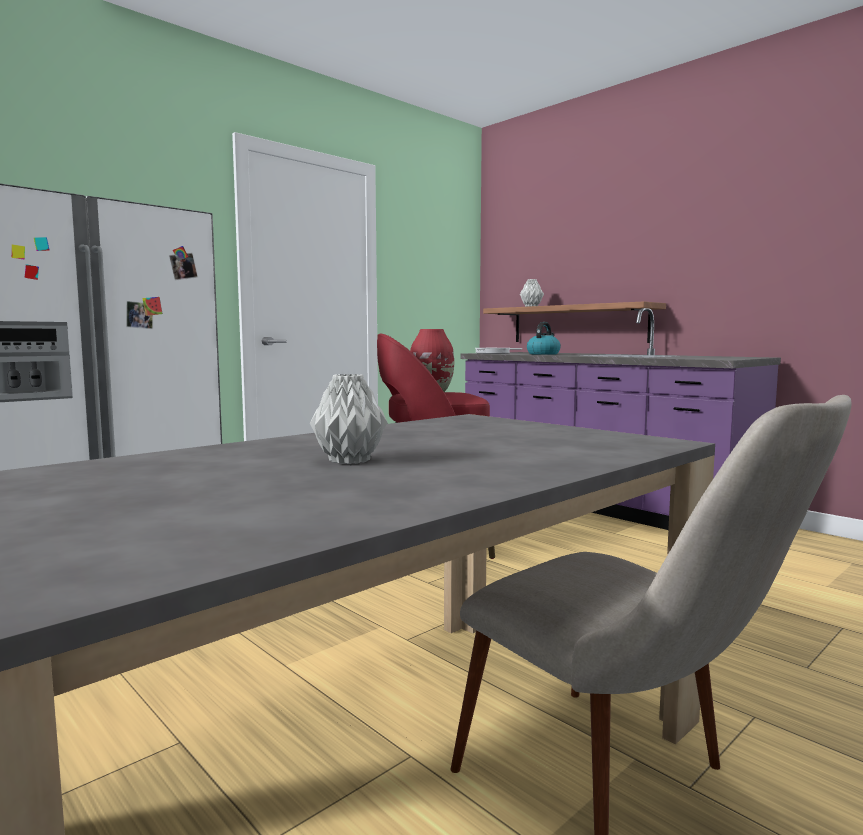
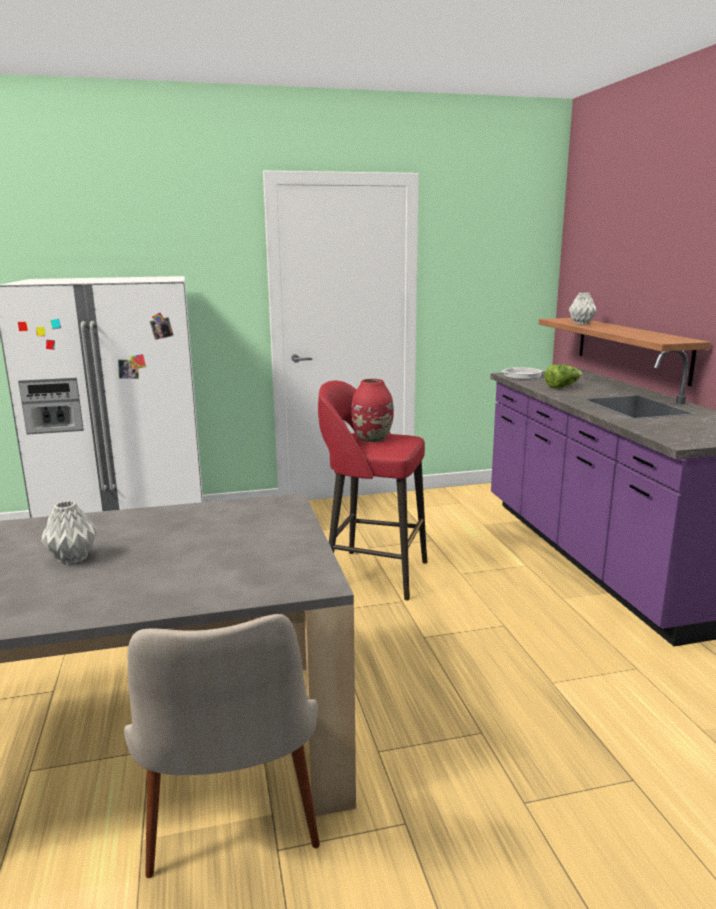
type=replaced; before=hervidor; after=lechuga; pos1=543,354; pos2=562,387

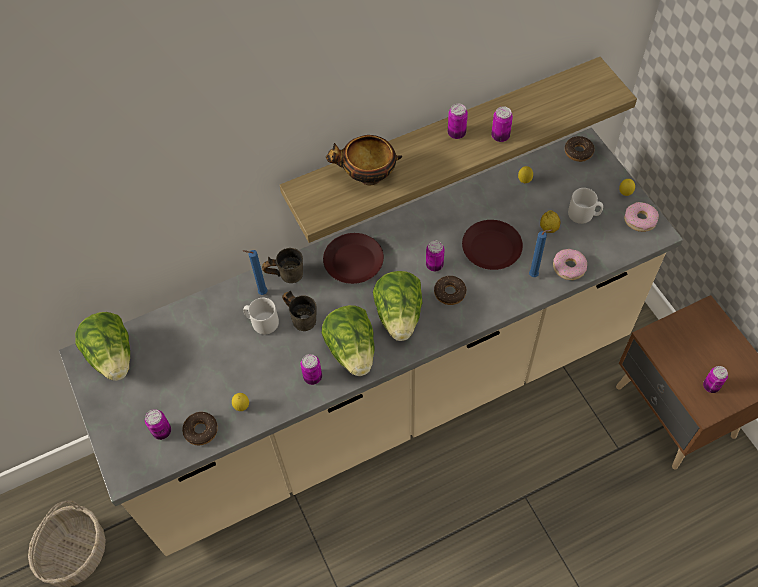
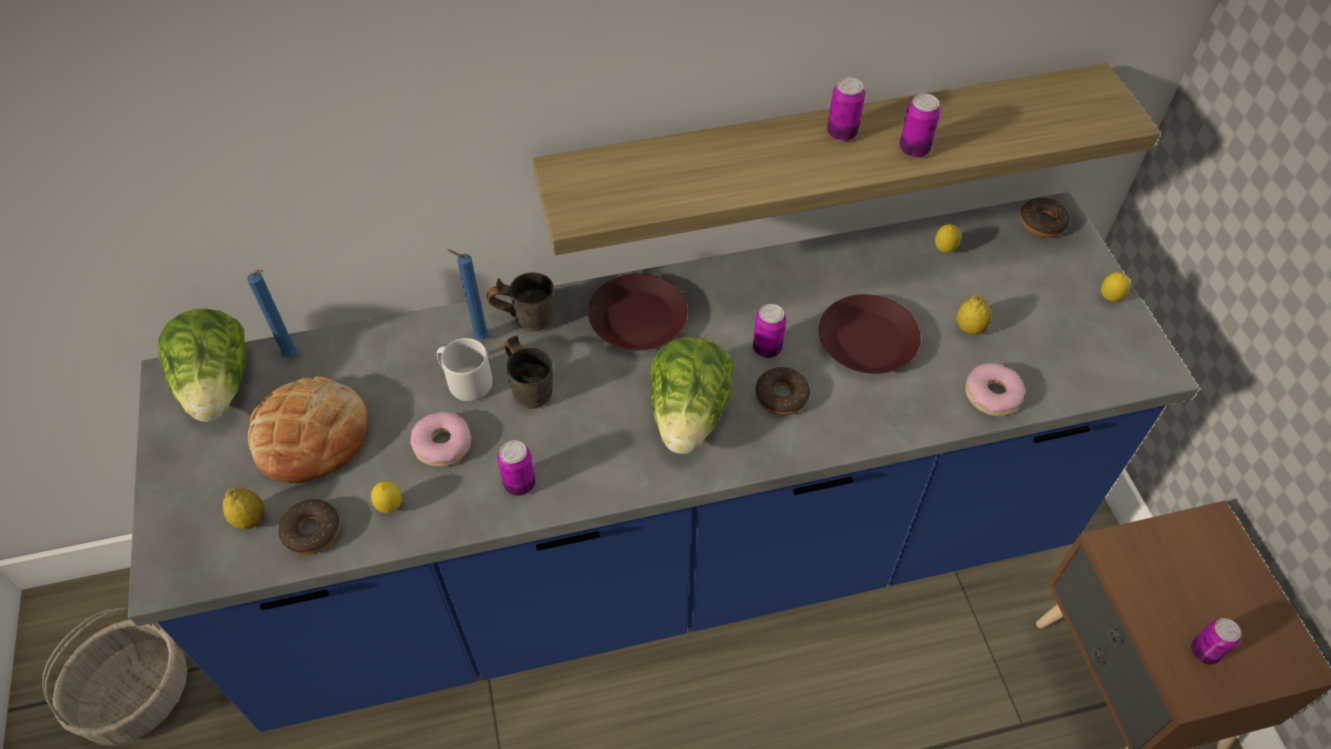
type=recoloured; before=mueble bajo de cocina [beis]; after=mueble bajo de cocina [azul]; pos1=384,398; pos2=665,562
type=replaced; before=lata; after=limón; pos1=162,431; pos2=250,519
type=removed; before=lechuga; pos1=352,351
type=removed; before=cuenco; pos1=367,177
type=moved; before=vela [azul]; pos1=535,275; pos2=293,356
type=removed; before=taza grande [gris]; pos1=583,214
type=moved; before=rosquilla; pos1=640,220; pos2=442,444
type=added; after=pan; pos2=311,435

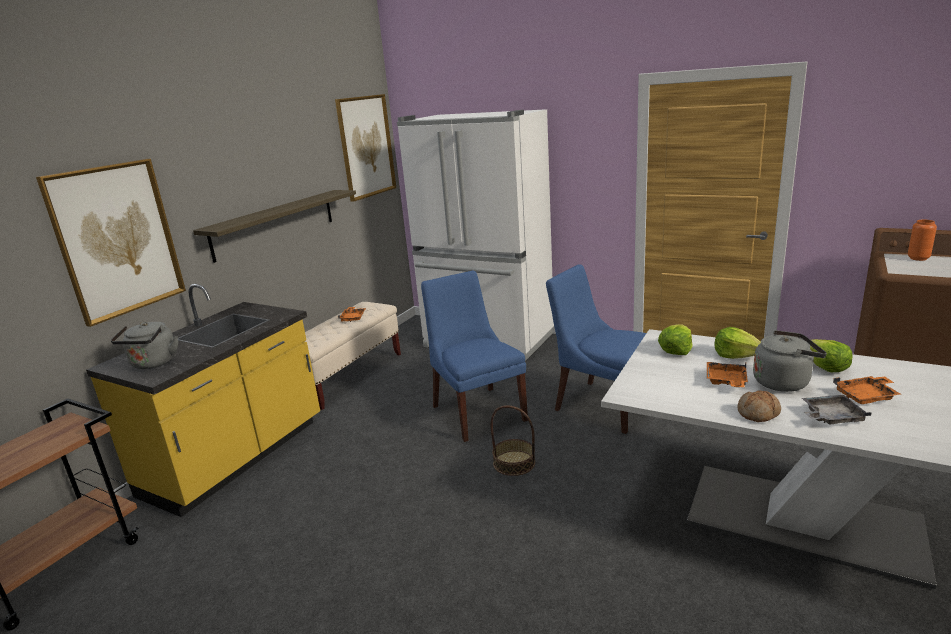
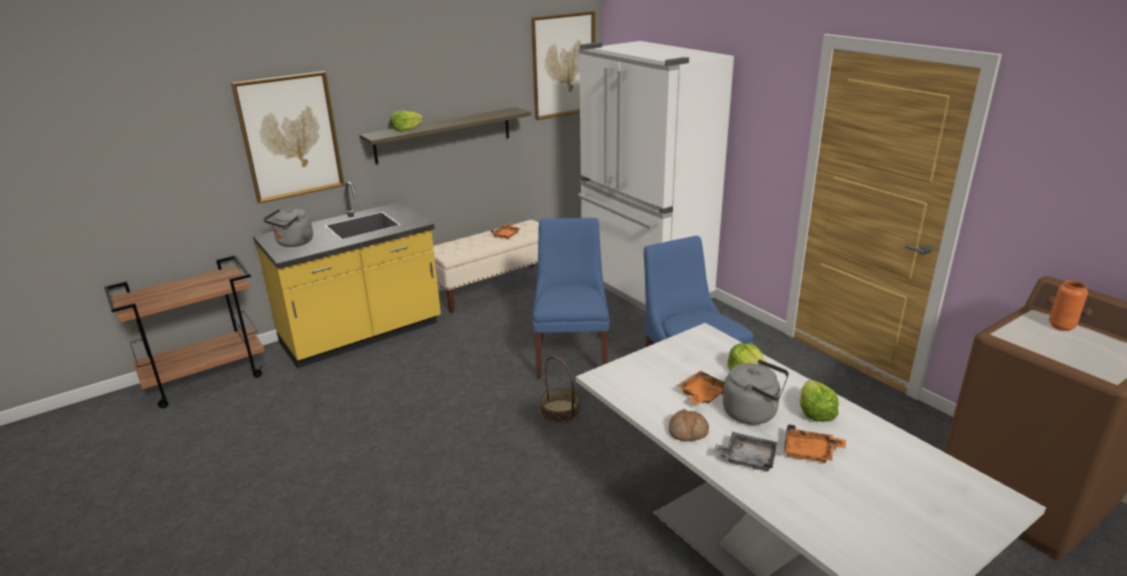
type=moved; before=lechuga; pos1=676,350; pos2=406,130

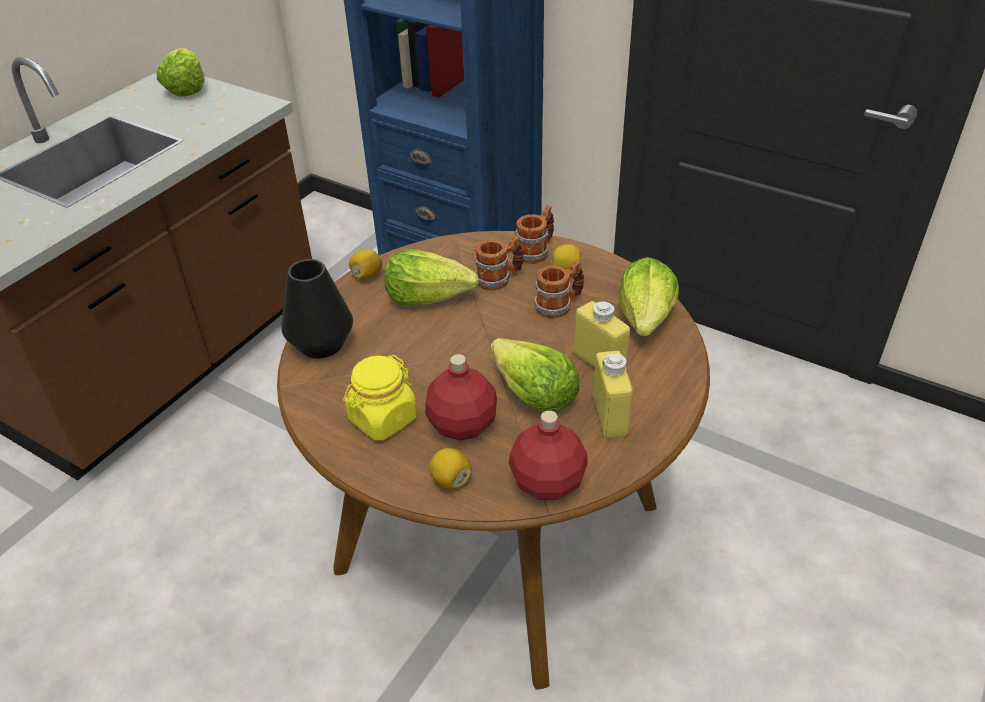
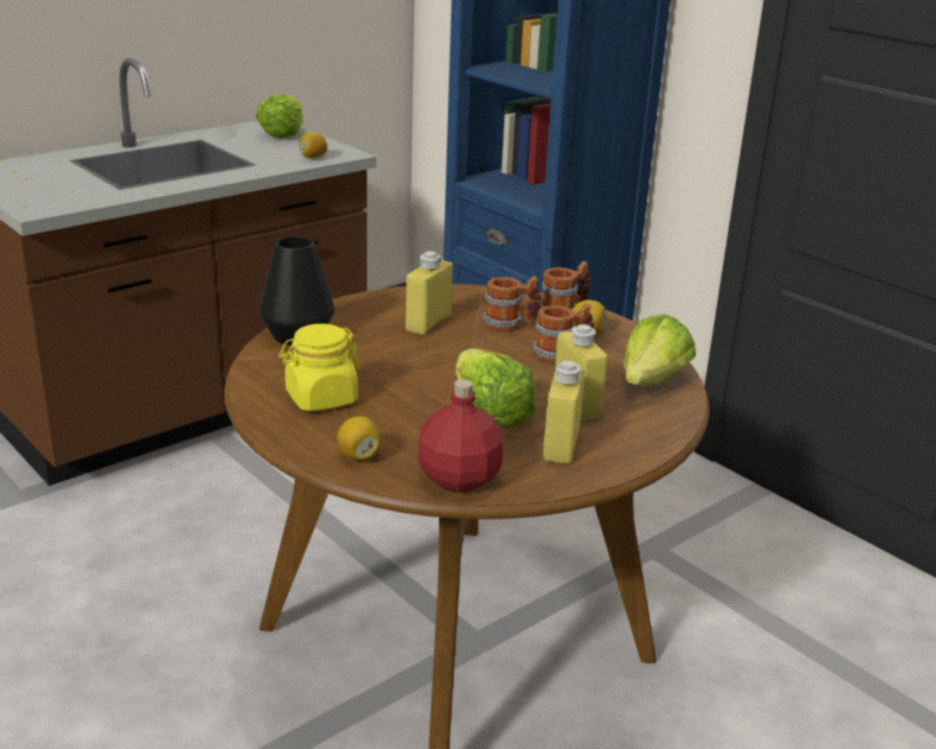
type=moved; before=limón; pos1=367,276; pos2=313,157
type=replaced; before=lechuga; after=botella [amarillo]; pos1=428,296; pos2=428,323
type=removed; before=botella [rojo]; pos1=462,424

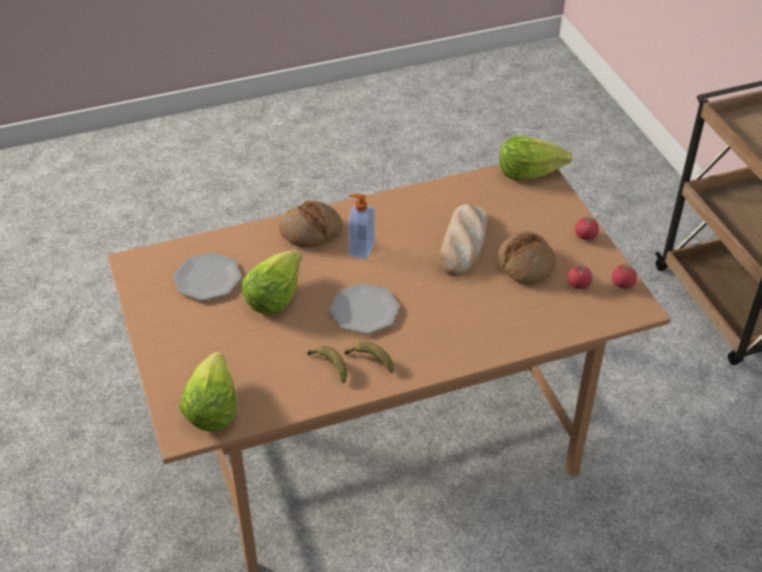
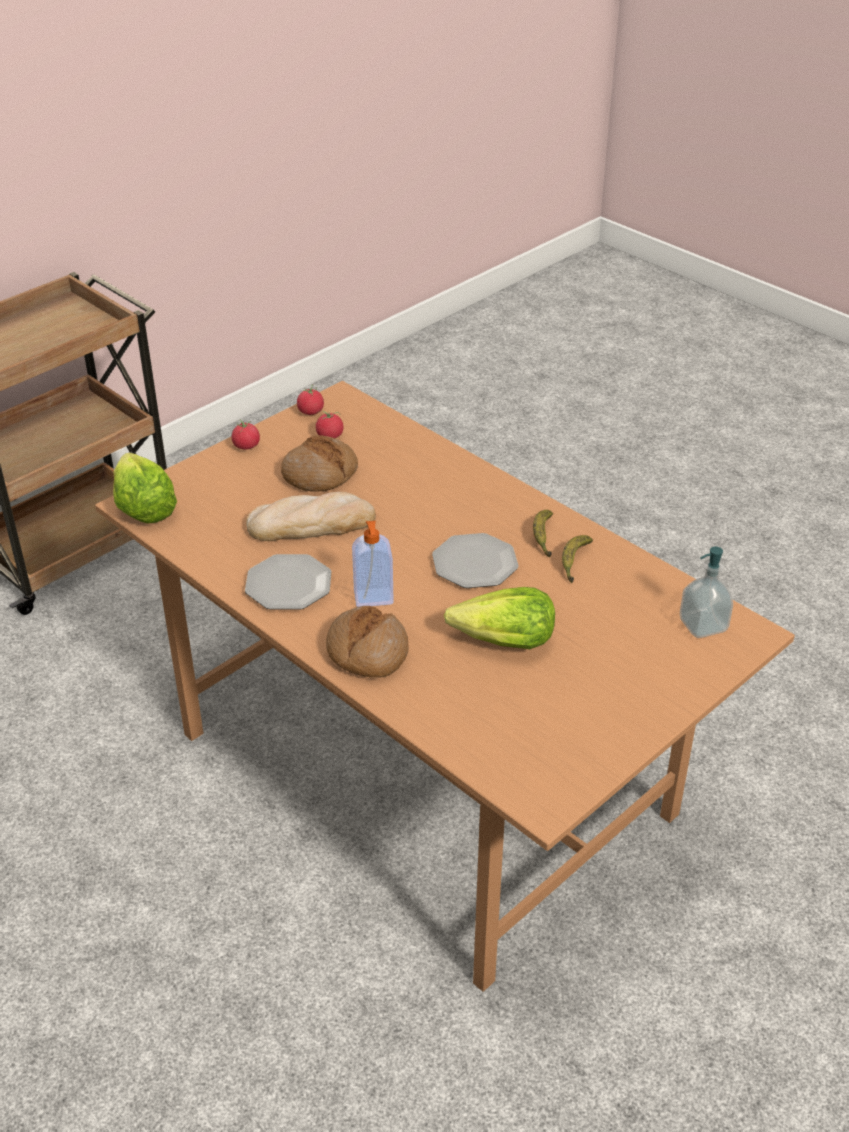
type=moved; before=plato; pos1=208,278; pos2=288,584
type=replaced; before=lechuga; after=dispensador de jabón; pos1=212,408; pos2=703,625

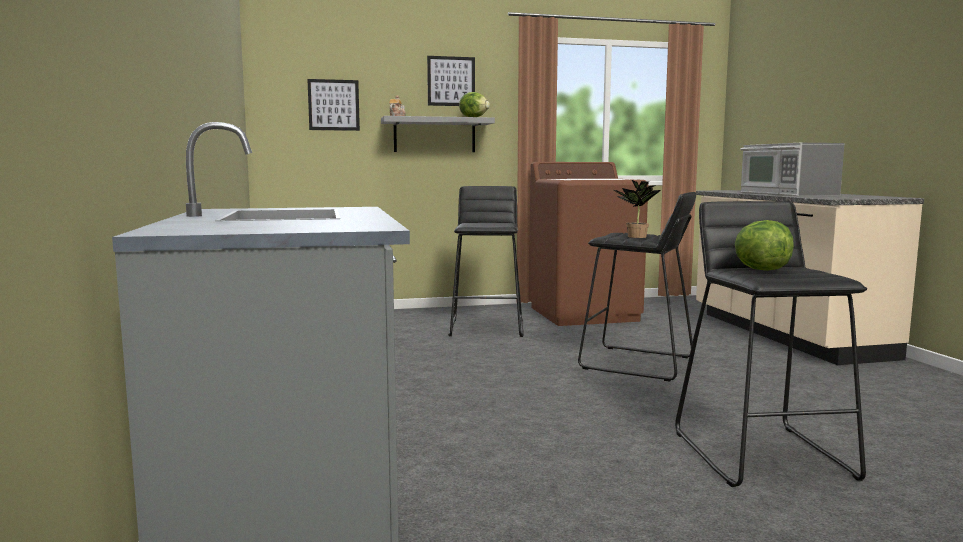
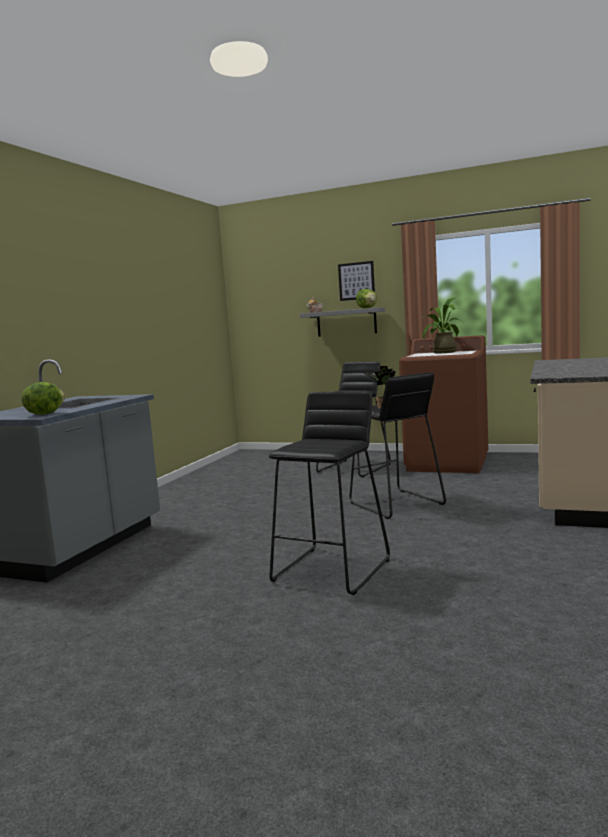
type=removed; before=cuadro; pos1=333,105
type=moved; before=lechuga; pos1=760,269; pos2=44,414
type=removed; before=microondas; pos1=786,193
type=added; after=planta en maceta; pos2=441,352

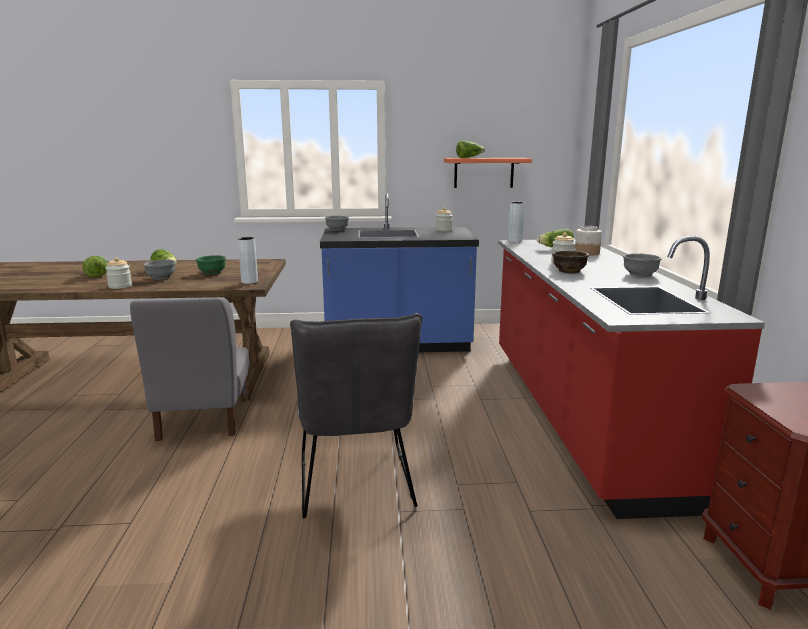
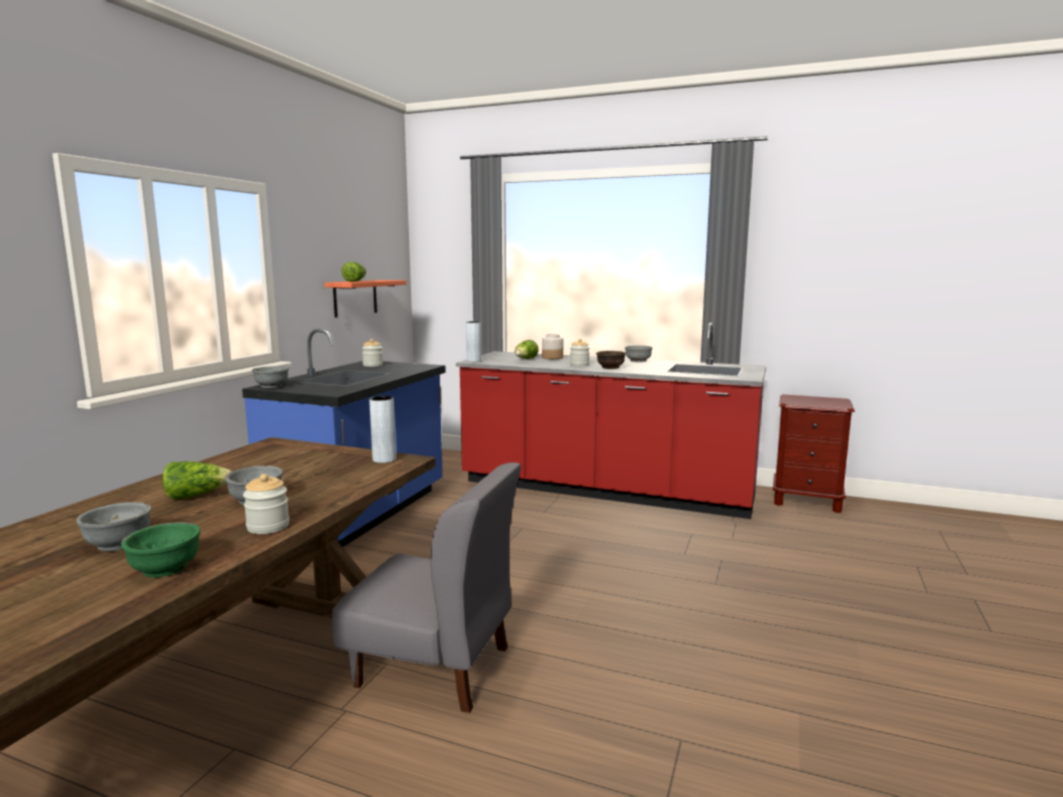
type=replaced; before=lechuga; after=cuenco [gris]; pos1=97,275; pos2=118,544
type=moved; before=cuenco [verde]; pos1=212,272; pos2=166,568
type=removed; before=silla [gris]; pos1=356,485

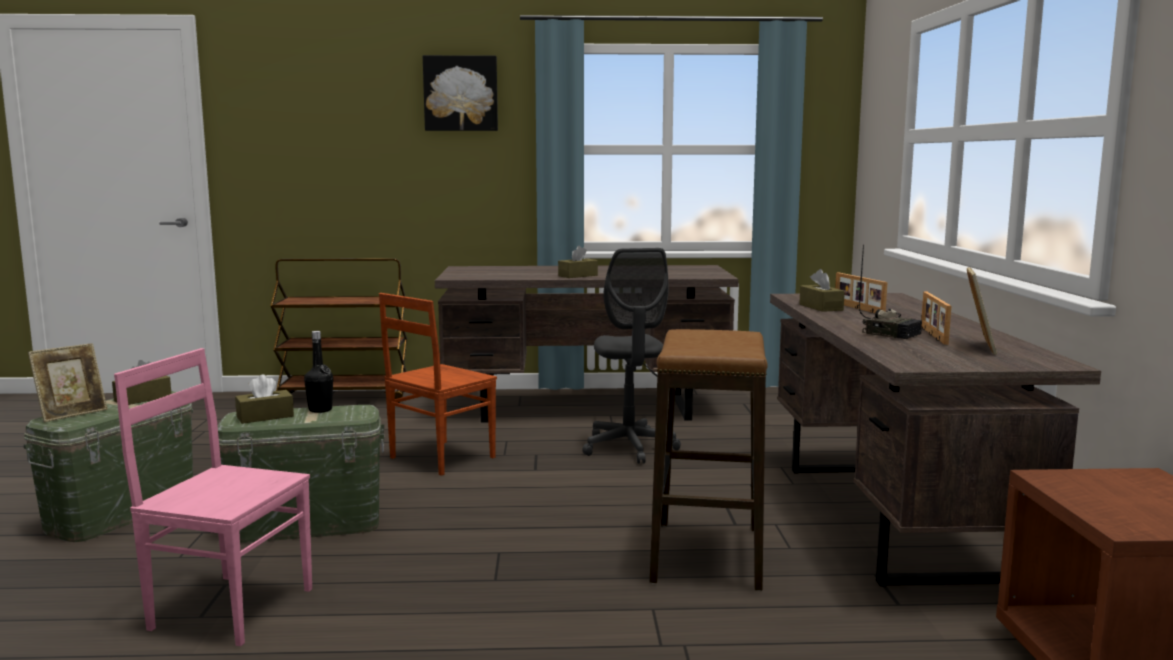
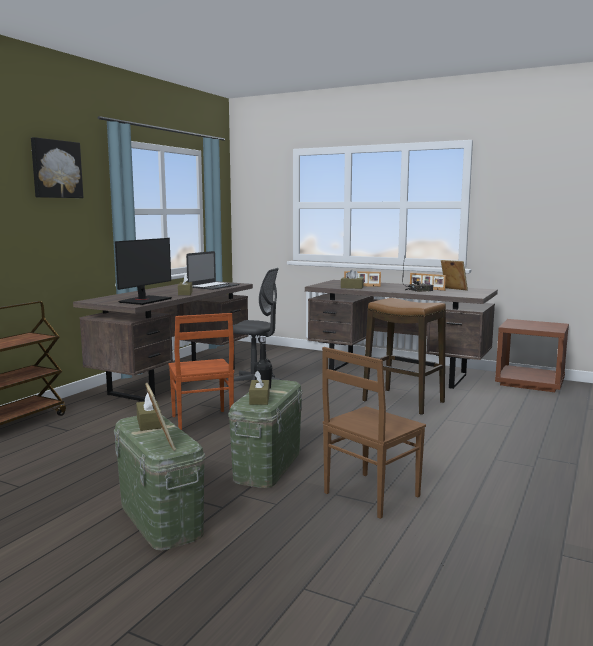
type=recoloured; before=silla [rosa]; after=silla [marrón]; pos1=232,607; pos2=369,494
type=added; after=monitor; pos2=145,300
type=added; after=portátil; pos2=213,286

